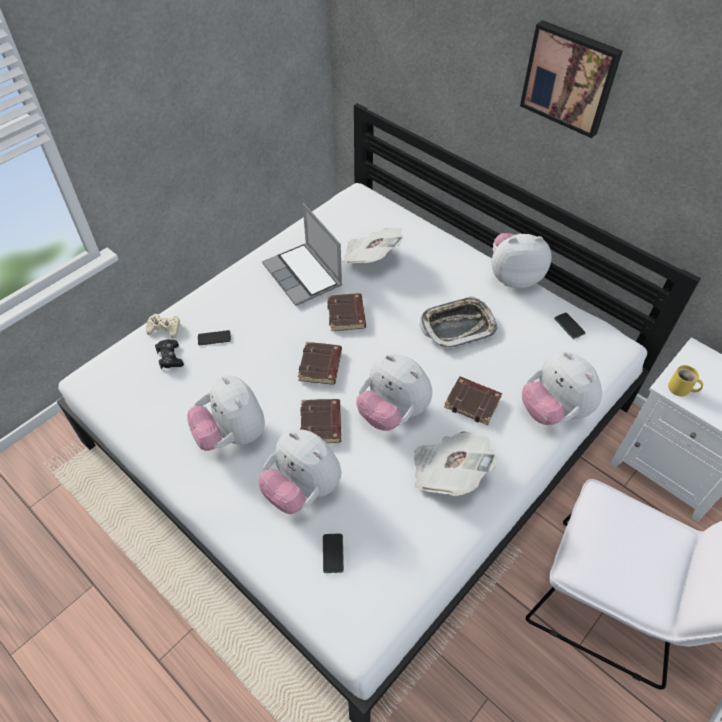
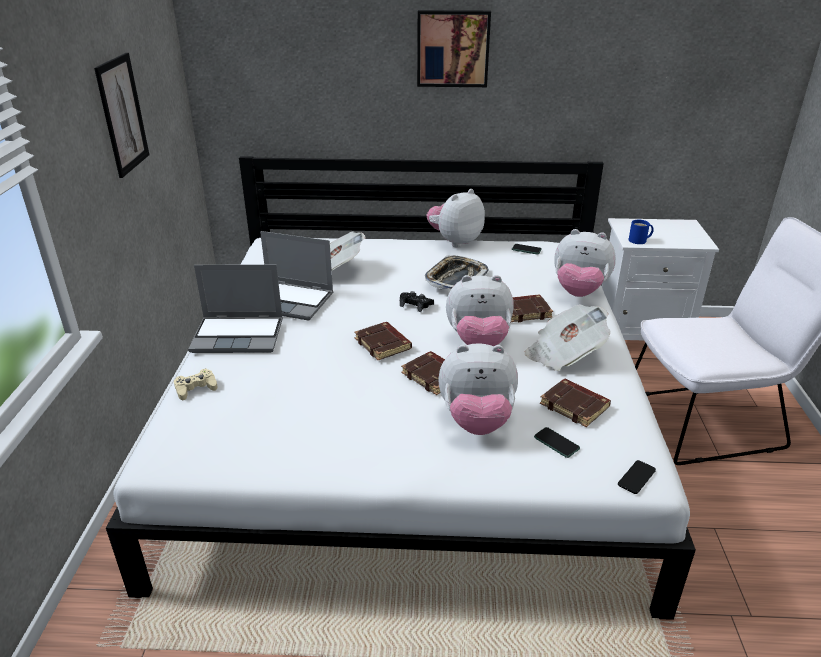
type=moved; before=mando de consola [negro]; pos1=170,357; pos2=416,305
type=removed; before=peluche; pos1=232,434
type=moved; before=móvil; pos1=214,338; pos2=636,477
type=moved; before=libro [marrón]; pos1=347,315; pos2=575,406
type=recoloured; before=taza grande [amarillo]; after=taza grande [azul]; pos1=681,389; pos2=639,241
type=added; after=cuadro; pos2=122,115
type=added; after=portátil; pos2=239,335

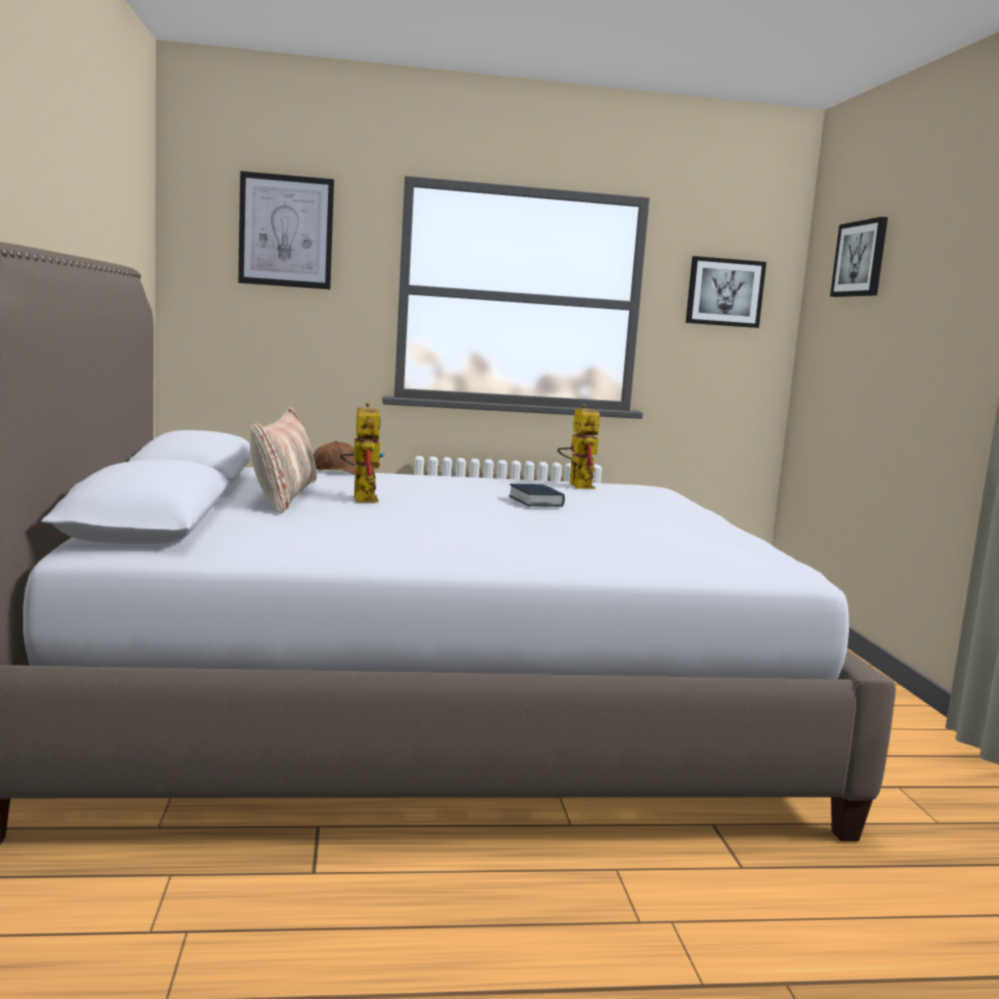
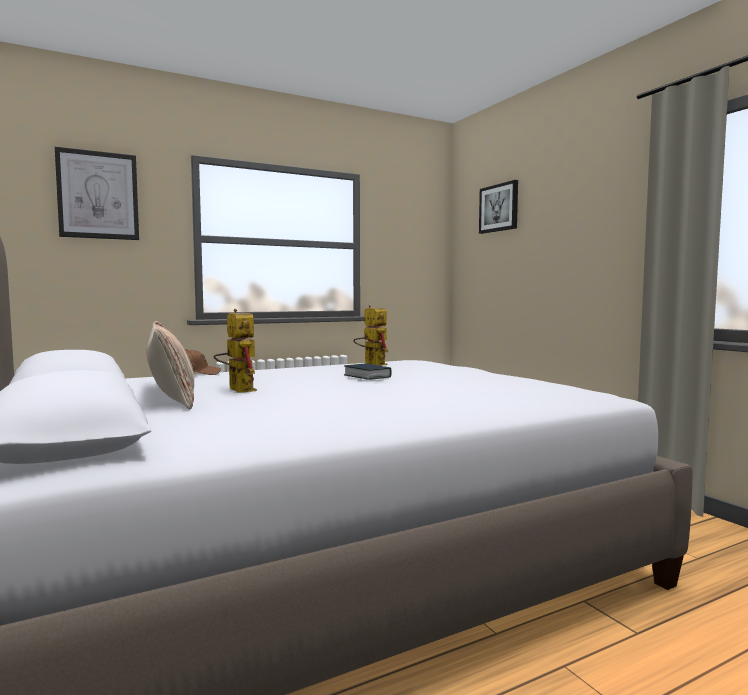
type=removed; before=cuadro; pos1=724,292

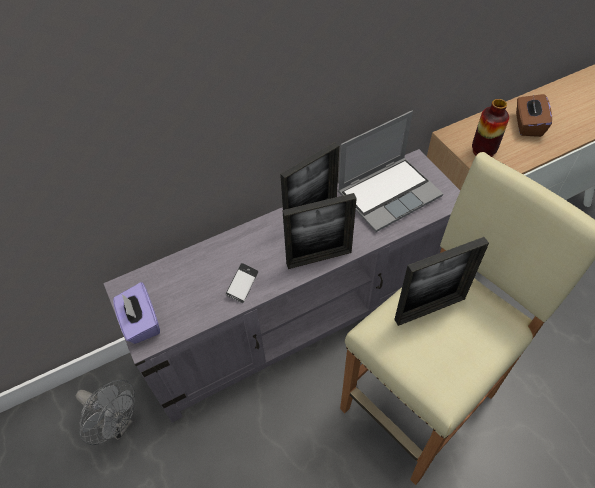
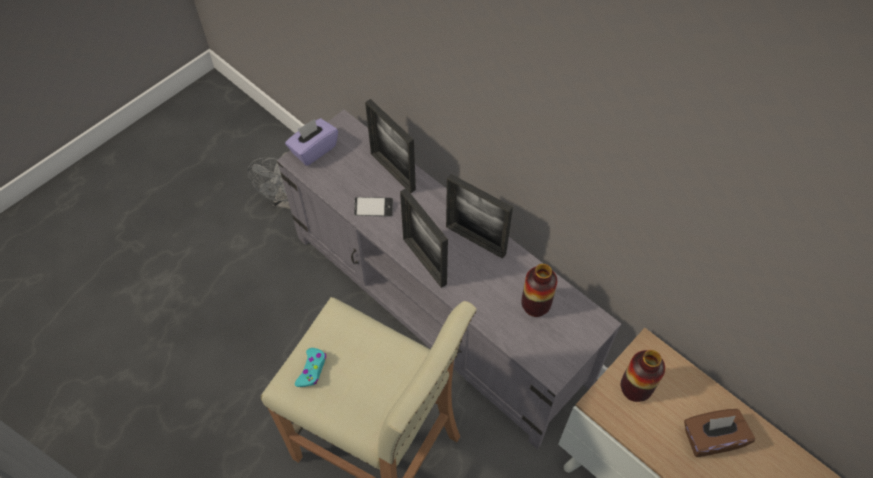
type=replaced; before=portátil; after=florero; pos1=389,193; pos2=535,306
type=moved; before=portarretratos; pos1=430,309; pos2=393,171
type=added; after=mando de consola [turquesa]; pos2=312,370

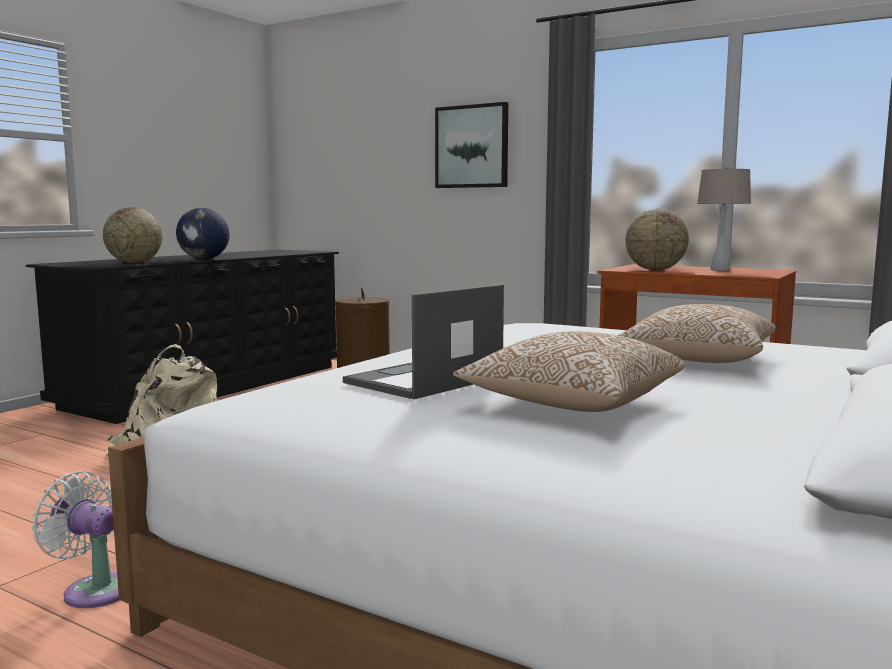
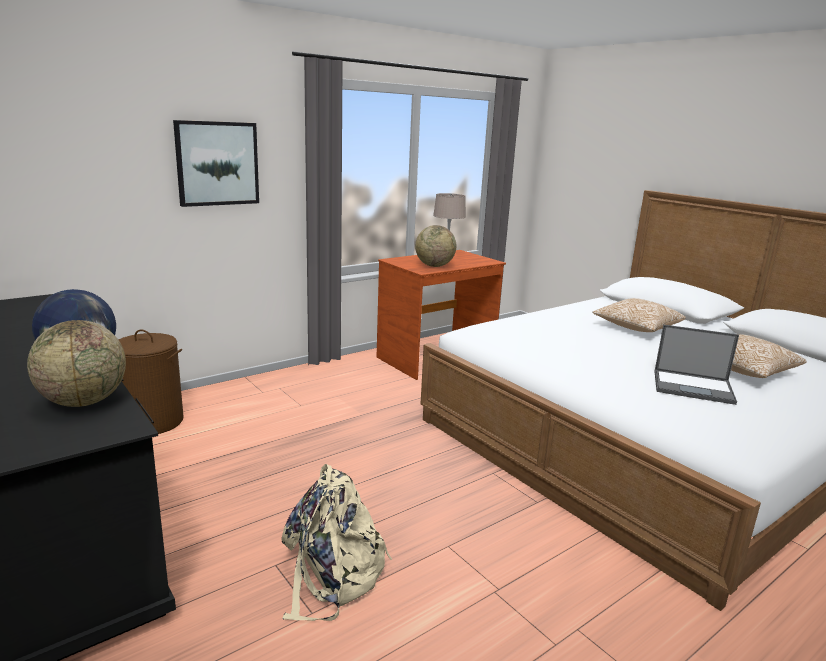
type=removed; before=ventilador [blanco]; pos1=94,589
type=turned; before=portátil; pos1=423,380; pos2=694,387; turn=-45

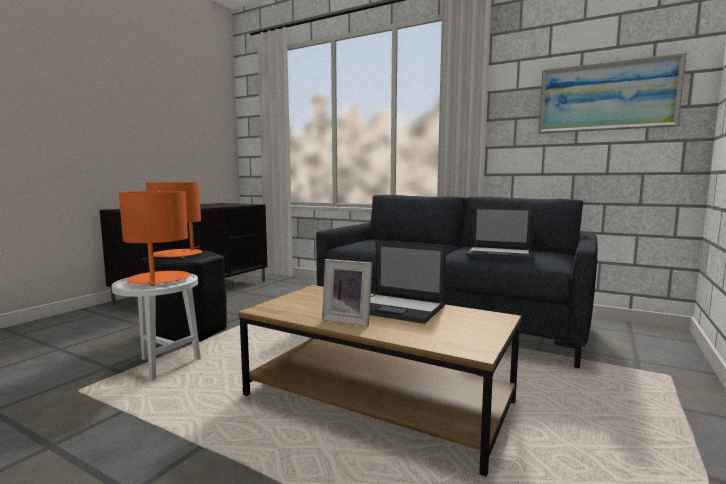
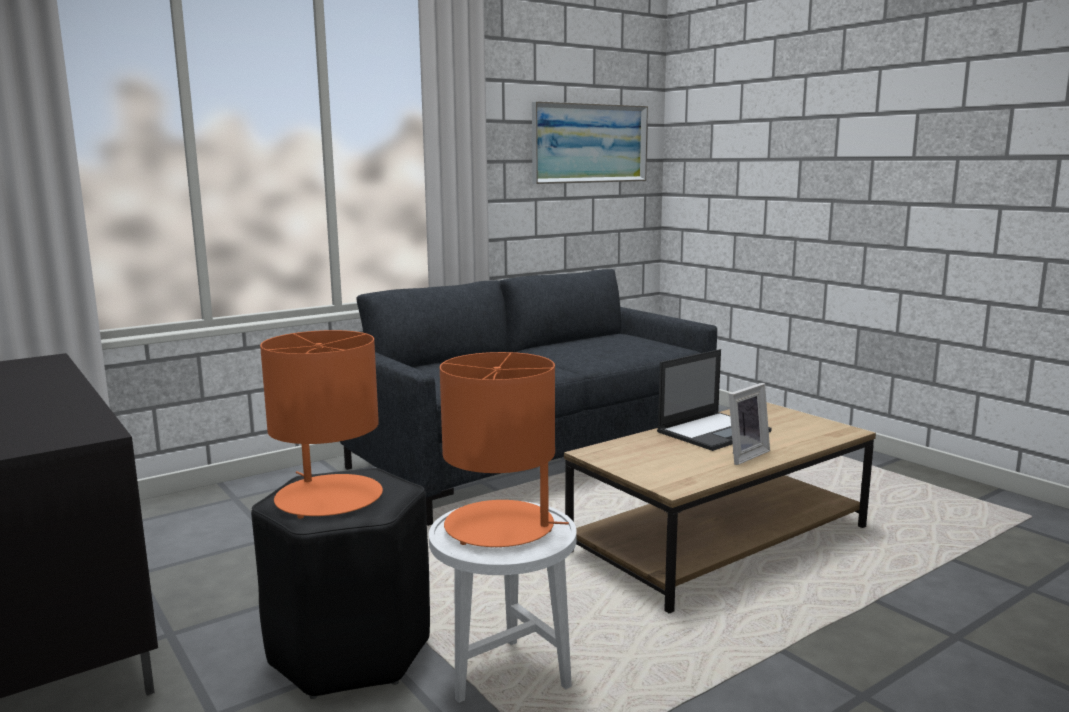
type=removed; before=portátil; pos1=499,254

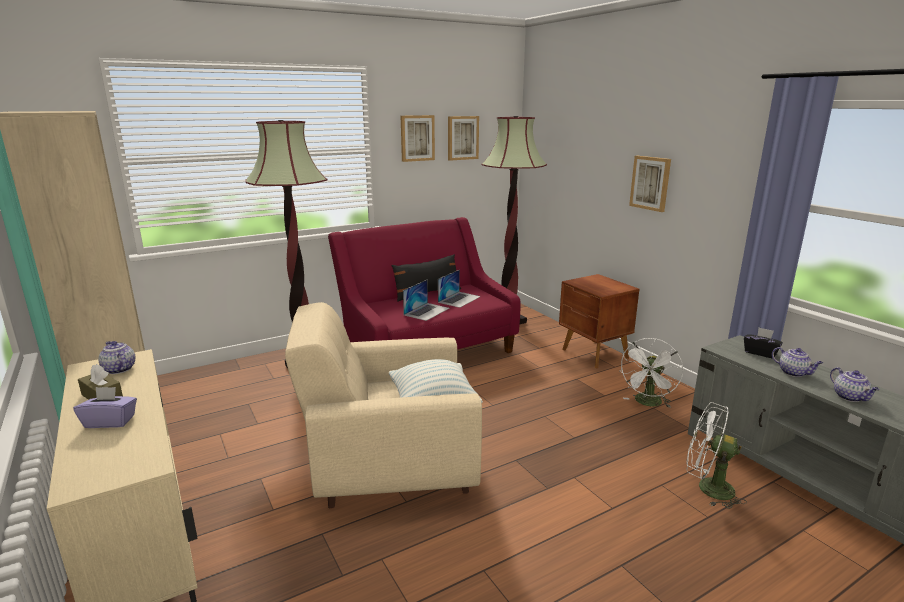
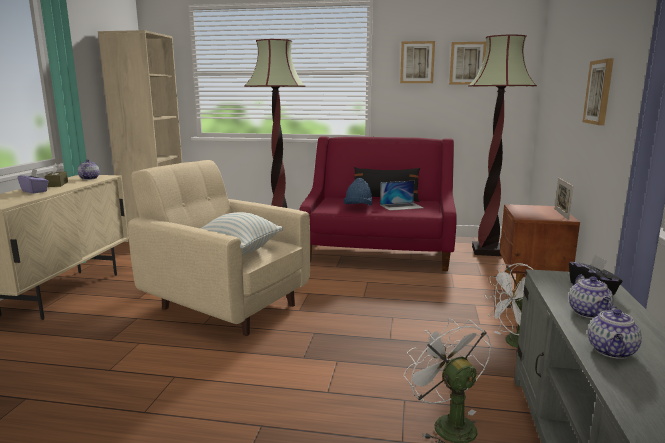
type=replaced; before=portátil; after=sombrero [azul]; pos1=426,311; pos2=358,207
type=added; after=portarretratos; pos2=561,214

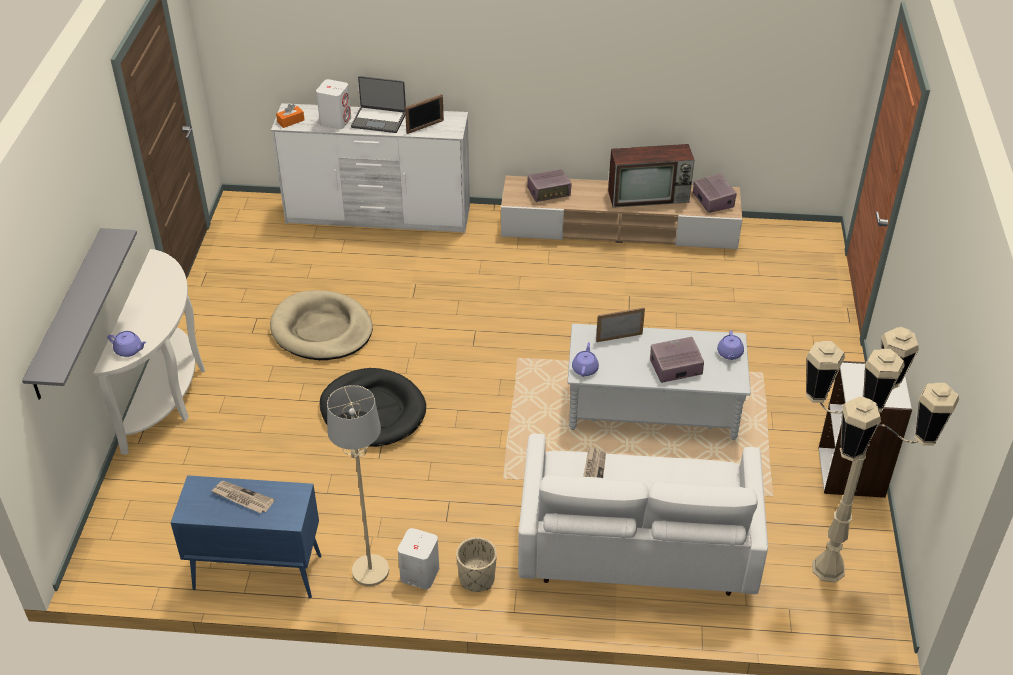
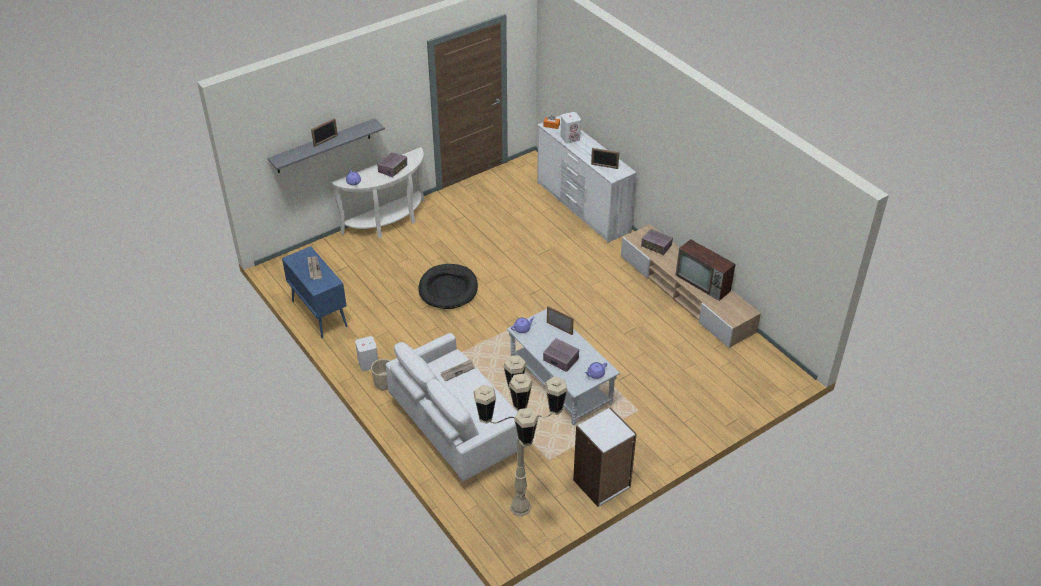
type=removed; before=cama para perro [beis]; pos1=322,330
type=removed; before=lámpara de pie [beis]; pos1=370,571
type=removed; before=portátil; pos1=379,120
type=moved; before=radio; pos1=713,200; pos2=393,169
type=added; after=portarretratos; pos2=325,141

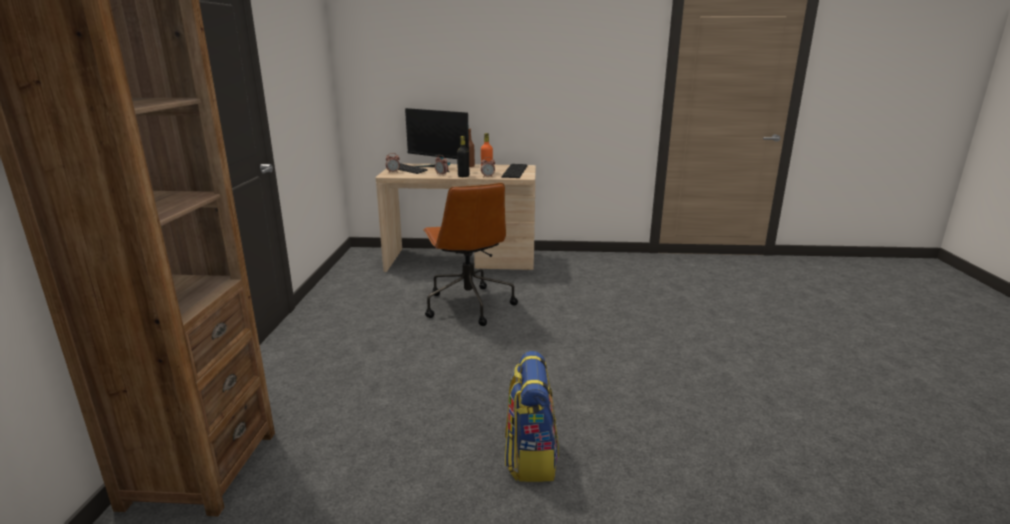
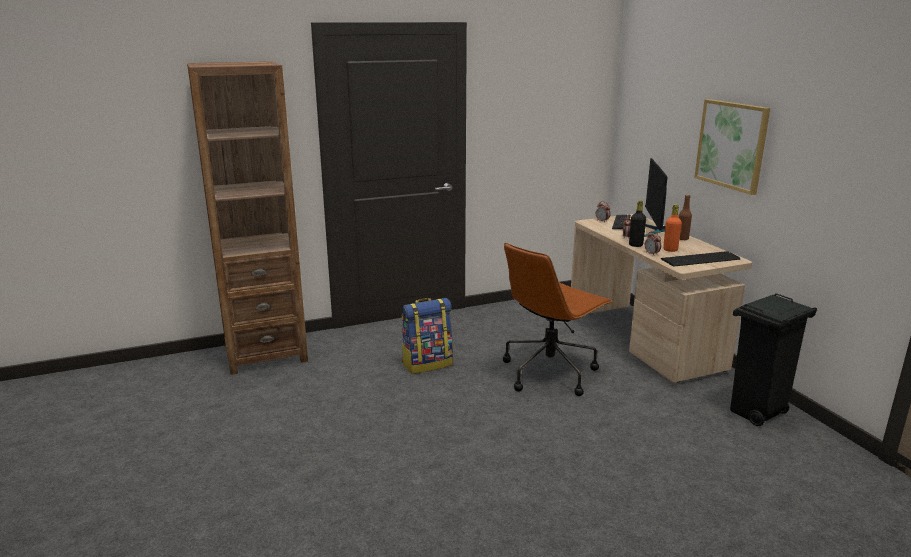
type=moved; before=mochila; pos1=530,457; pos2=427,363
type=added; after=cuadro; pos2=732,145
type=added; after=papelera [negro]; pos2=756,413

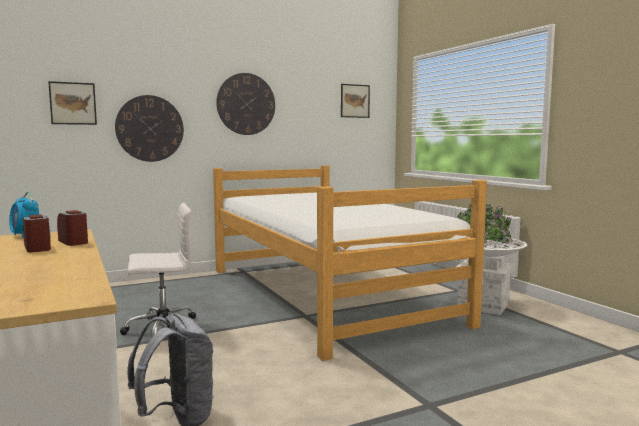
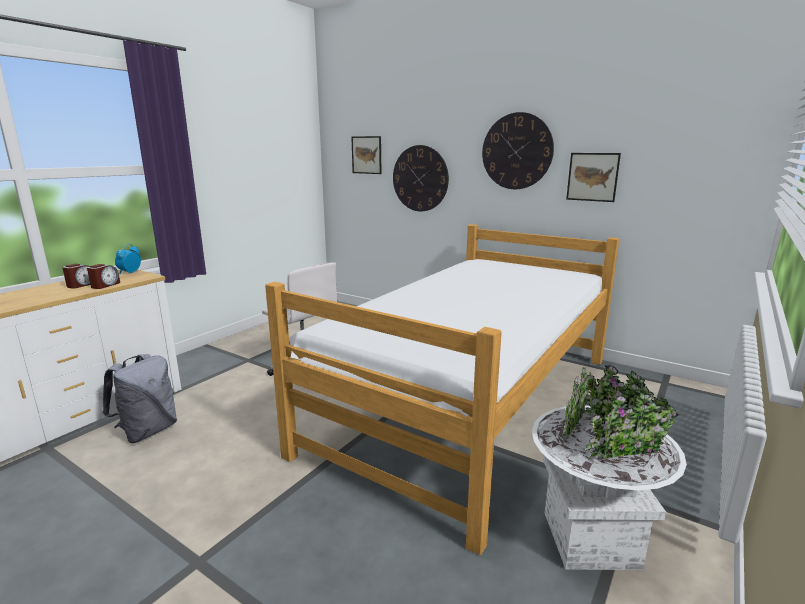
type=moved; before=cuadro; pos1=355,101; pos2=592,177

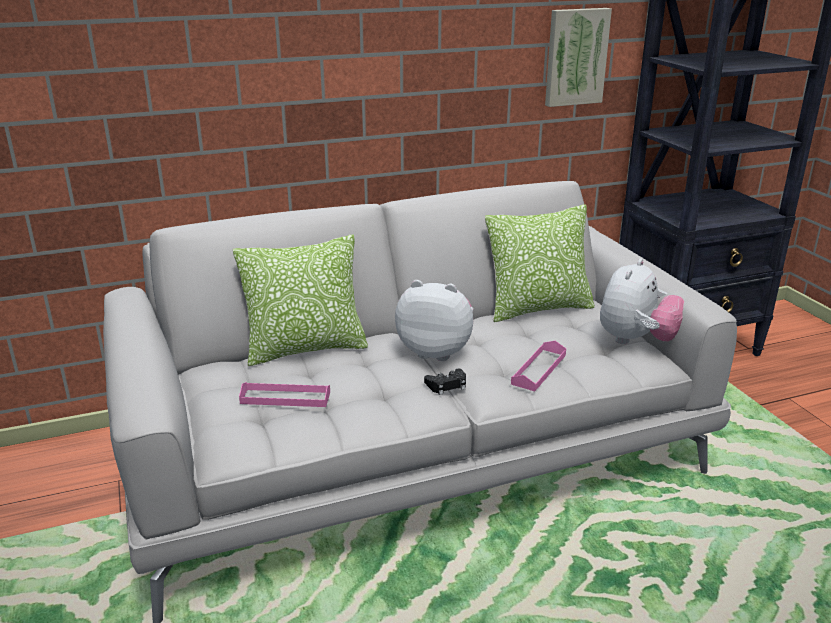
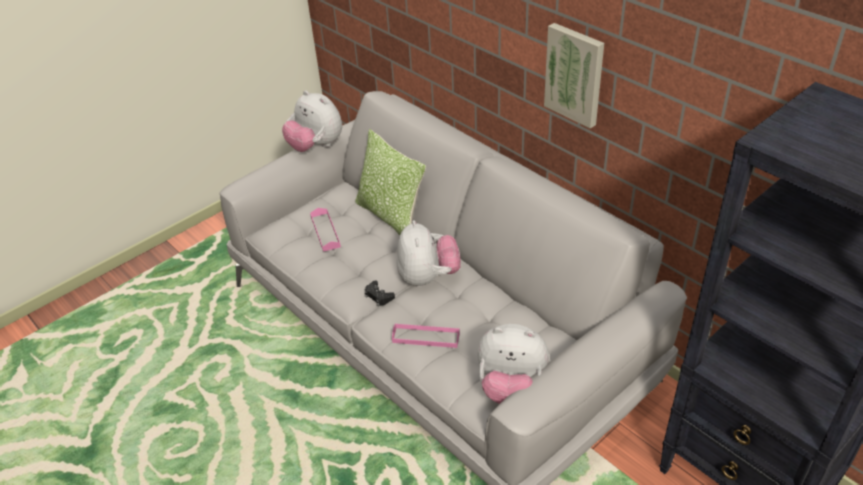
type=removed; before=cojín; pos1=537,308
type=moved; before=cuadro; pos1=575,57; pos2=575,74
type=added; after=peluche; pos2=316,146

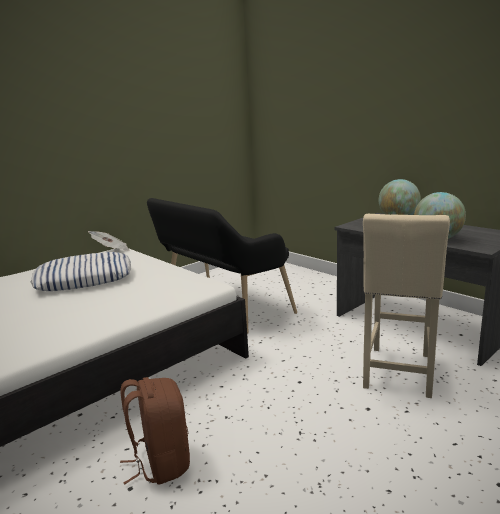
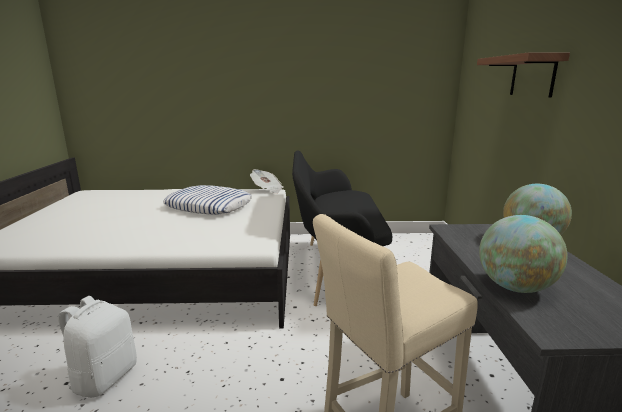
type=recoloured; before=mochila [marrón]; after=mochila [blanco]; pos1=160,462; pos2=104,377
type=added; after=estante; pos2=532,76

